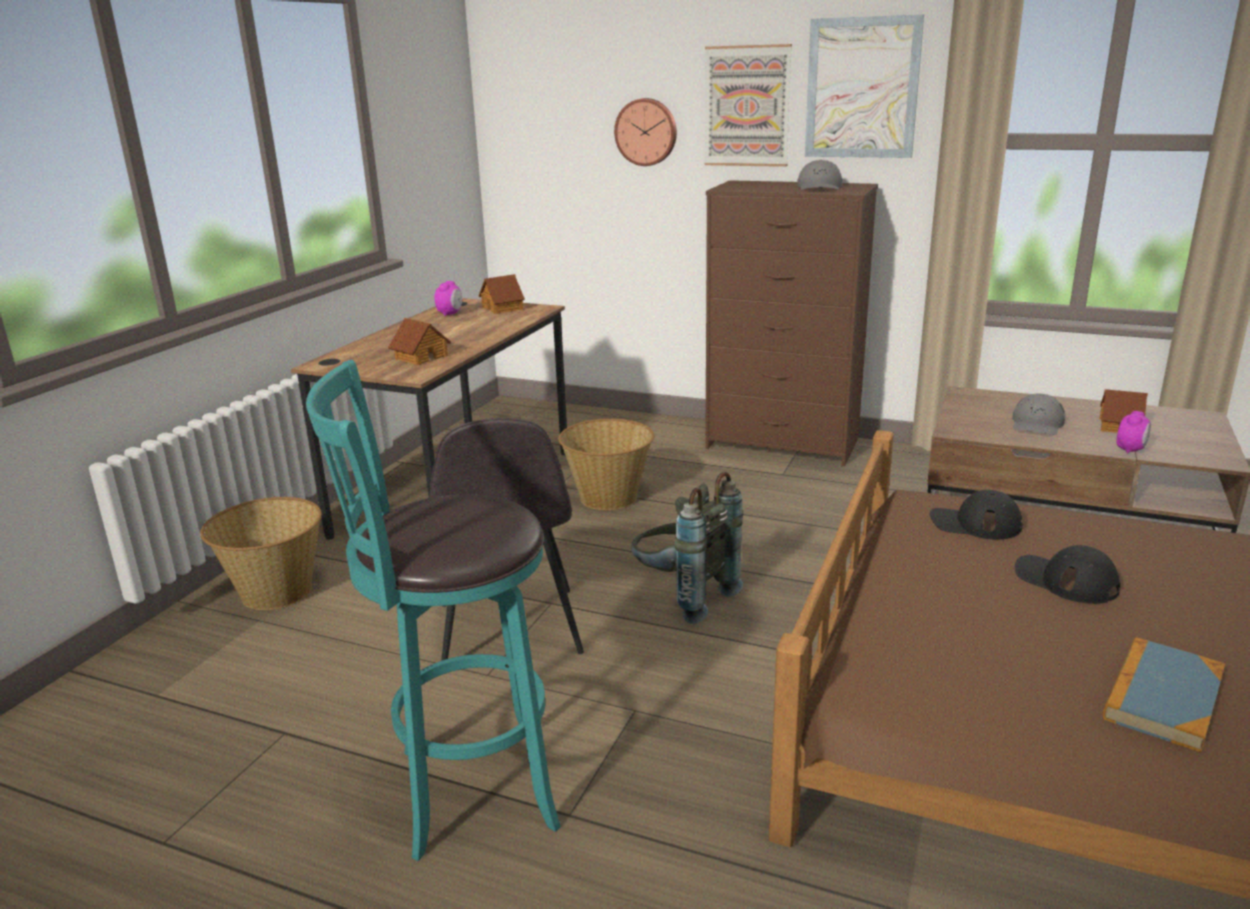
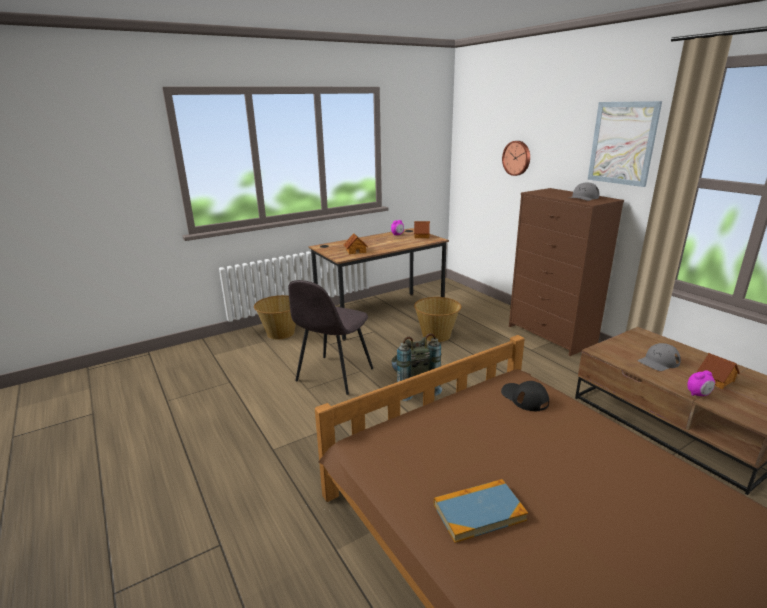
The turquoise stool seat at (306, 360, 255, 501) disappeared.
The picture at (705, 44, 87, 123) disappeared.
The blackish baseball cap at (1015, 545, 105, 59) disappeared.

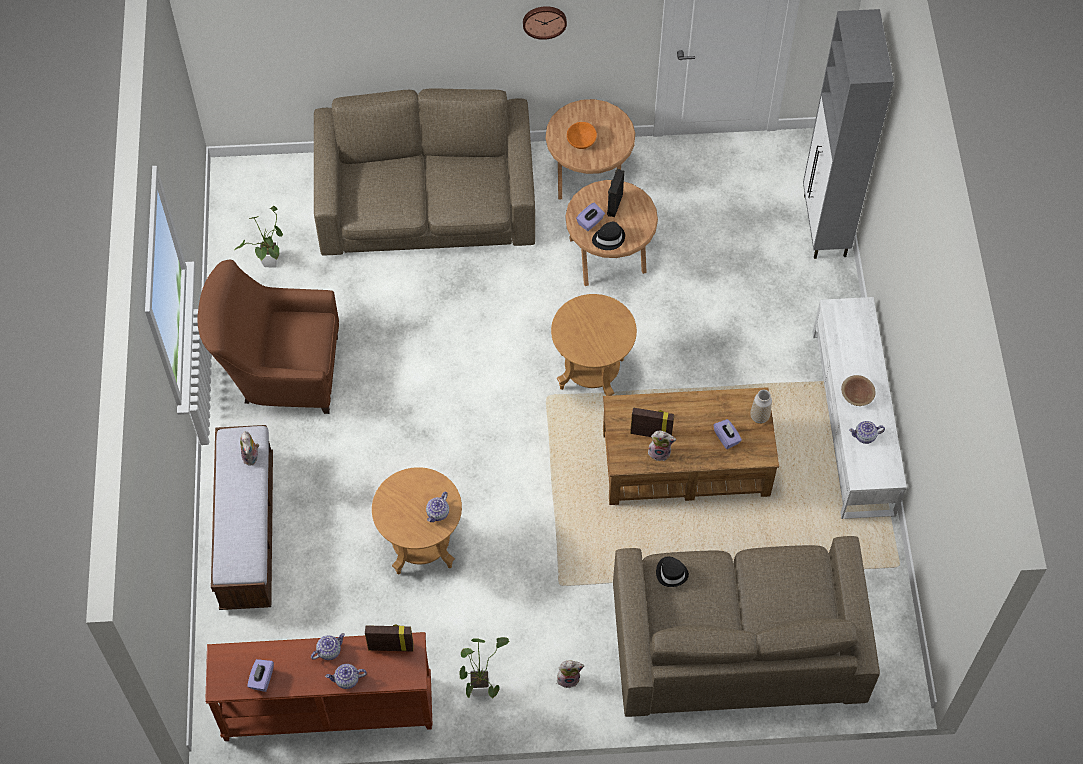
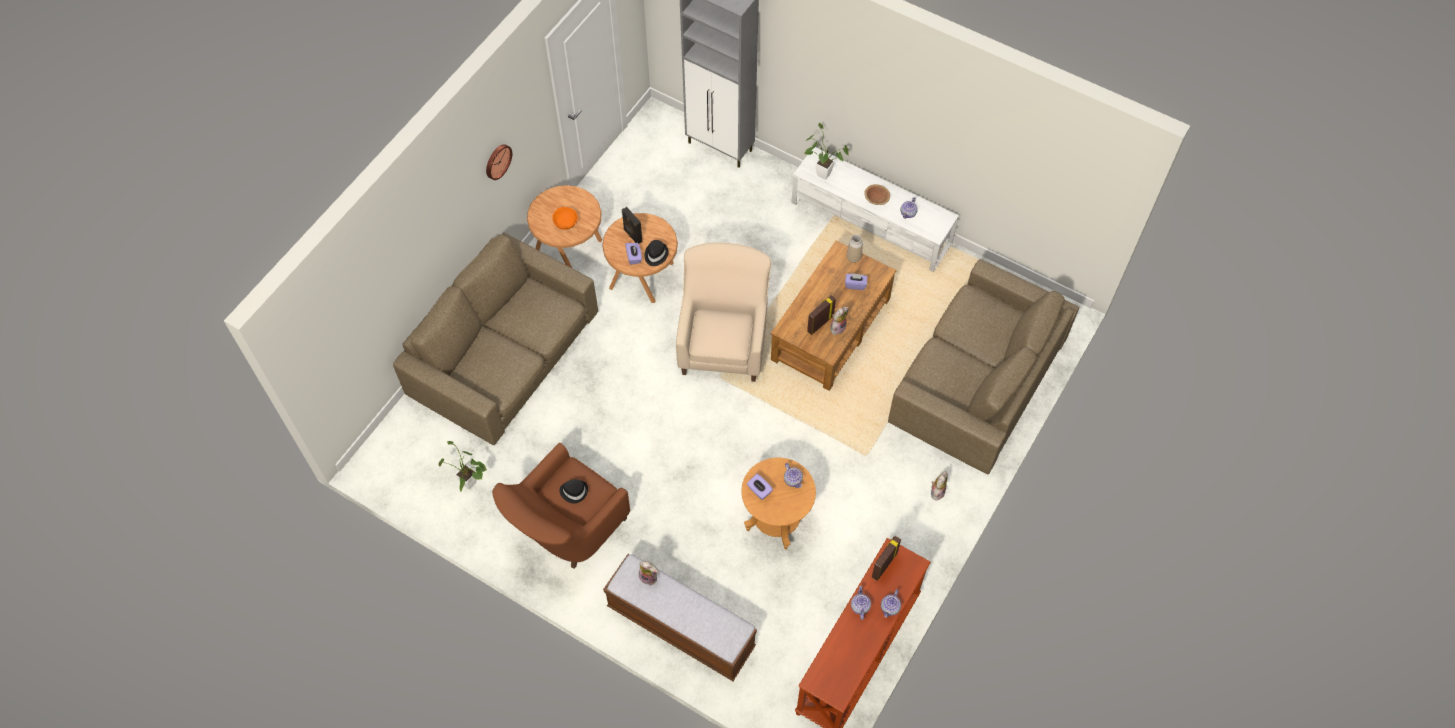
The purple box of tissues moved from (247, 659, 27, 33) to (747, 473, 26, 27).
The plant in a pot moved from (459, 637, 50, 62) to (804, 123, 45, 57).
The brownish side table at (551, 294, 86, 102) was replaced by the beige-coloured easy chair at (676, 243, 95, 139).
The blackish wearable hat moved from (656, 557, 33, 30) to (559, 479, 29, 24).

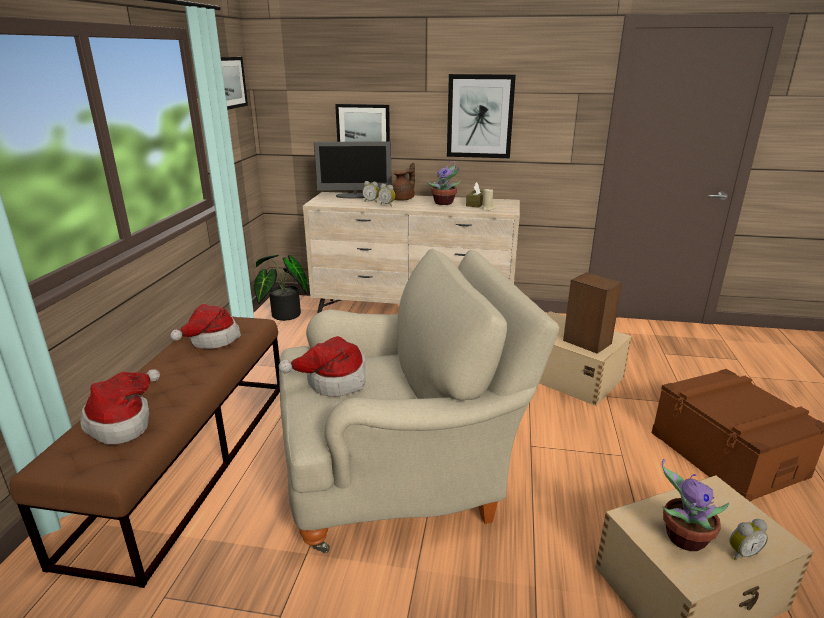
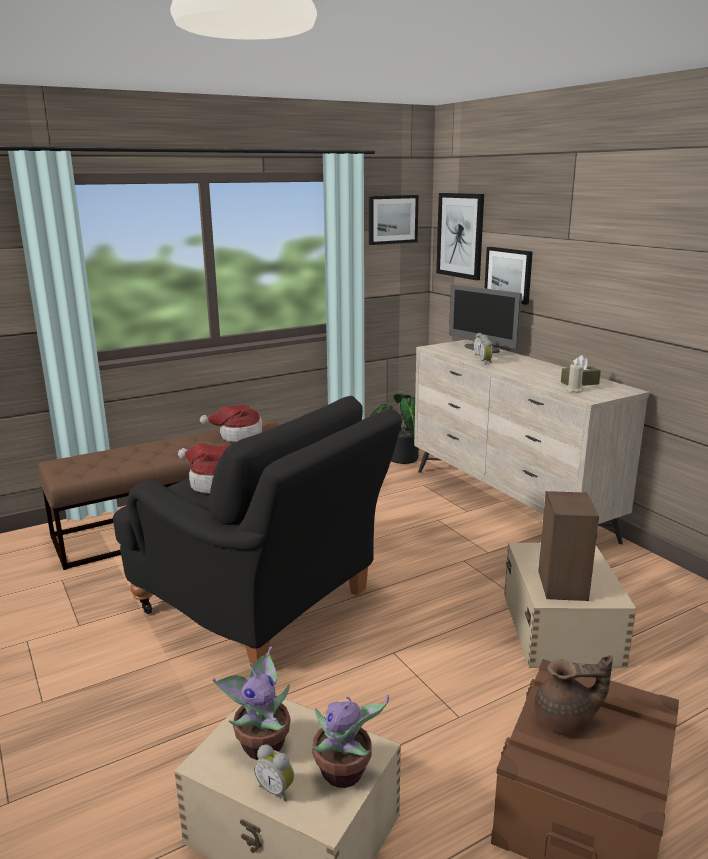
The wearable hat at (81, 369, 79, 76) disappeared.
The beige-coloured easy chair at (279, 249, 281, 304) became the blackish easy chair at (113, 396, 289, 270).
The brownish pot for tea moved from (392, 163, 23, 38) to (534, 655, 79, 79).
The plant in a pot moved from (427, 161, 34, 44) to (312, 694, 77, 94).
The picture moved from (447, 74, 69, 84) to (436, 193, 48, 87).

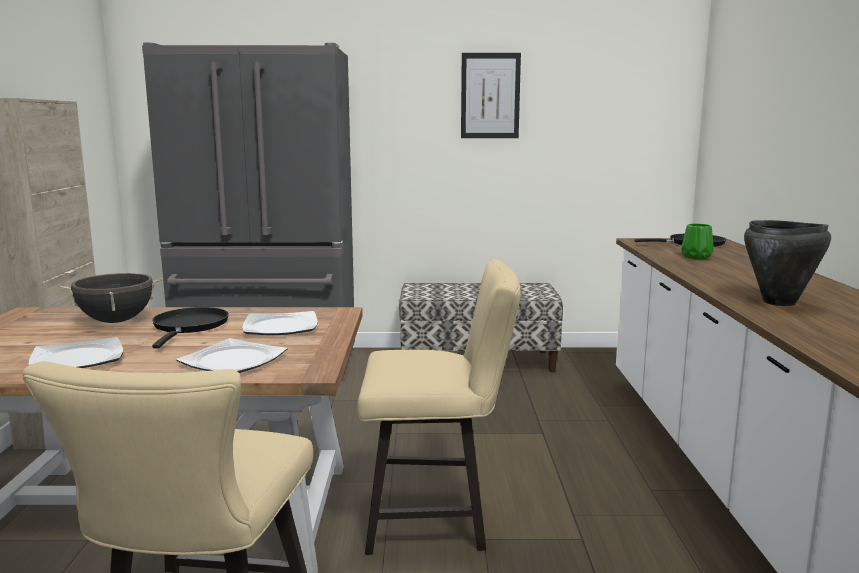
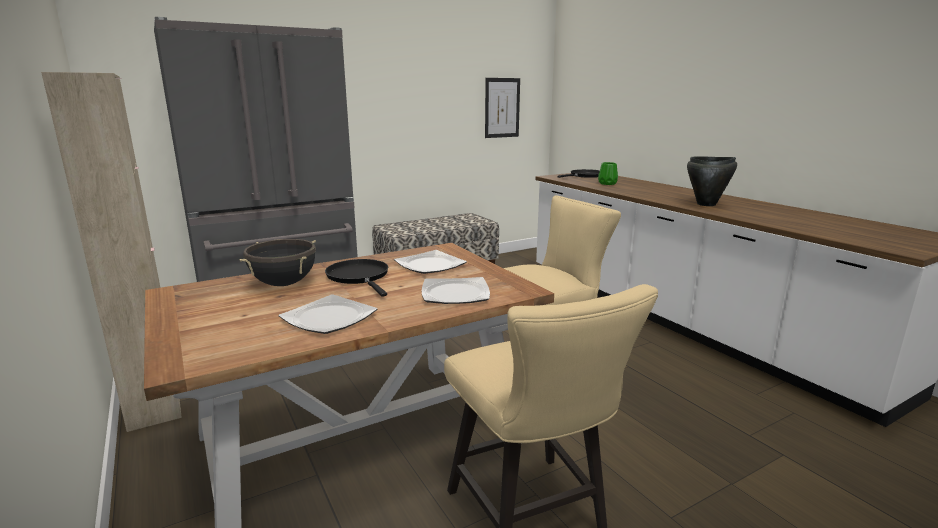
The picture moved from (461, 53, 60, 85) to (485, 78, 35, 60).

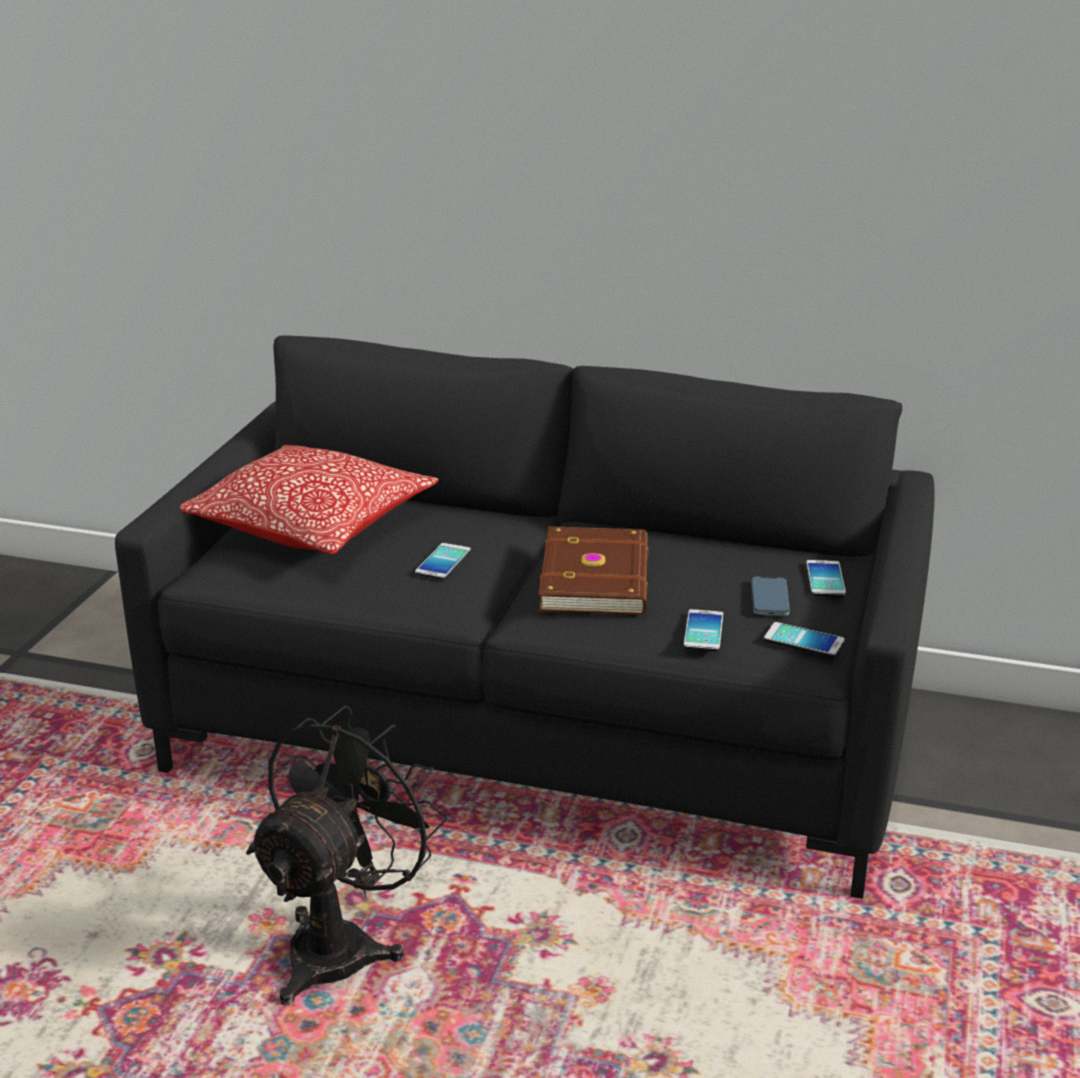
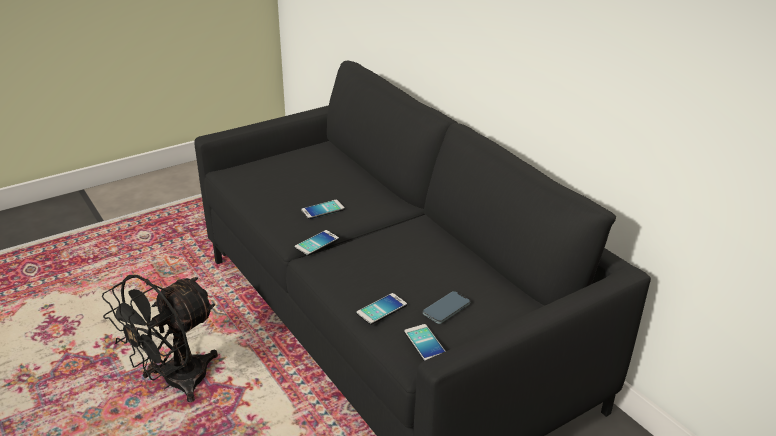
The throw pillow at (180, 445, 259, 110) disappeared.
The blackish cooling fan at (246, 706, 202, 299) turned 150 degrees clockwise.
The brownish bound book at (539, 526, 109, 89) disappeared.
The phone moved from (806, 560, 40, 37) to (295, 230, 44, 26).

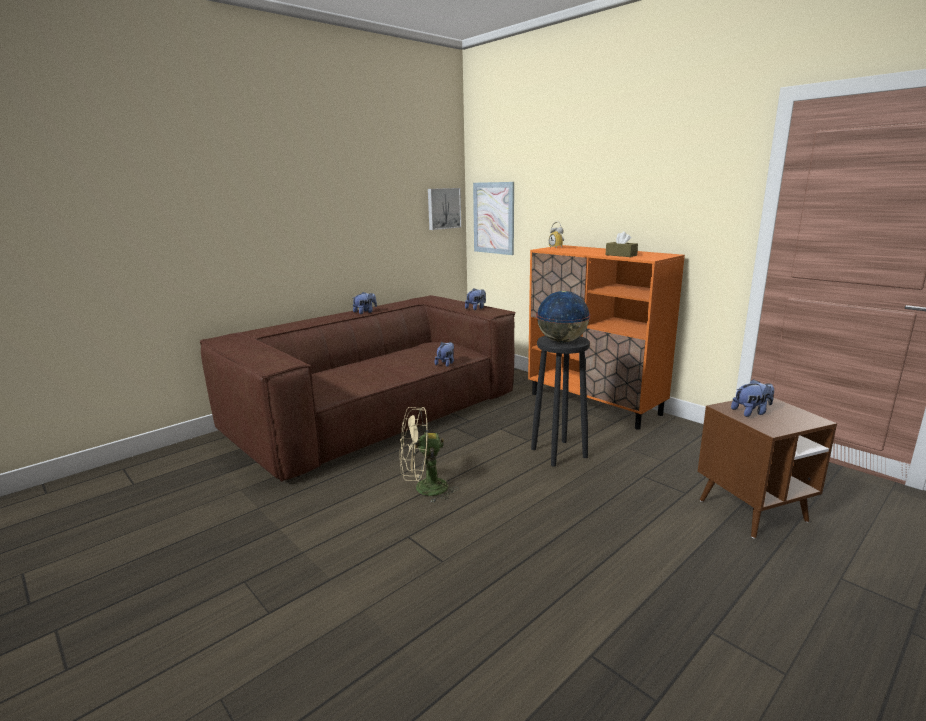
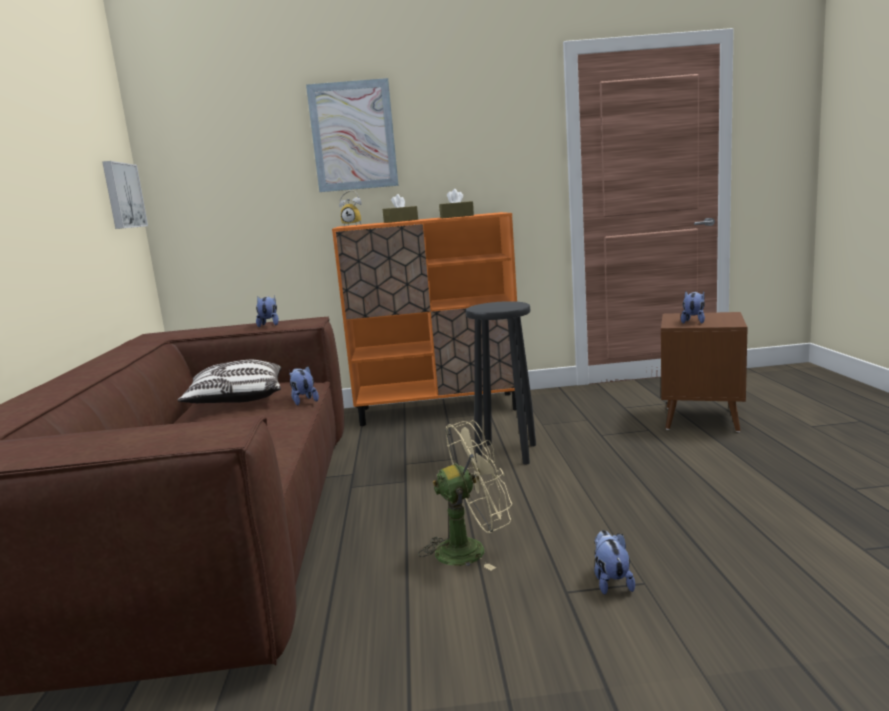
The cuddly toy moved from (353, 292, 24, 22) to (594, 530, 41, 65).
The beige-coloured cooling fan at (399, 407, 60, 96) turned 135 degrees counterclockwise.
The picture moved from (473, 182, 41, 73) to (306, 78, 93, 114).
The desk globe at (536, 291, 55, 52) disappeared.
The throw pillow at (178, 360, 103, 43) appeared.
The brownish box of tissues at (382, 194, 36, 29) appeared.

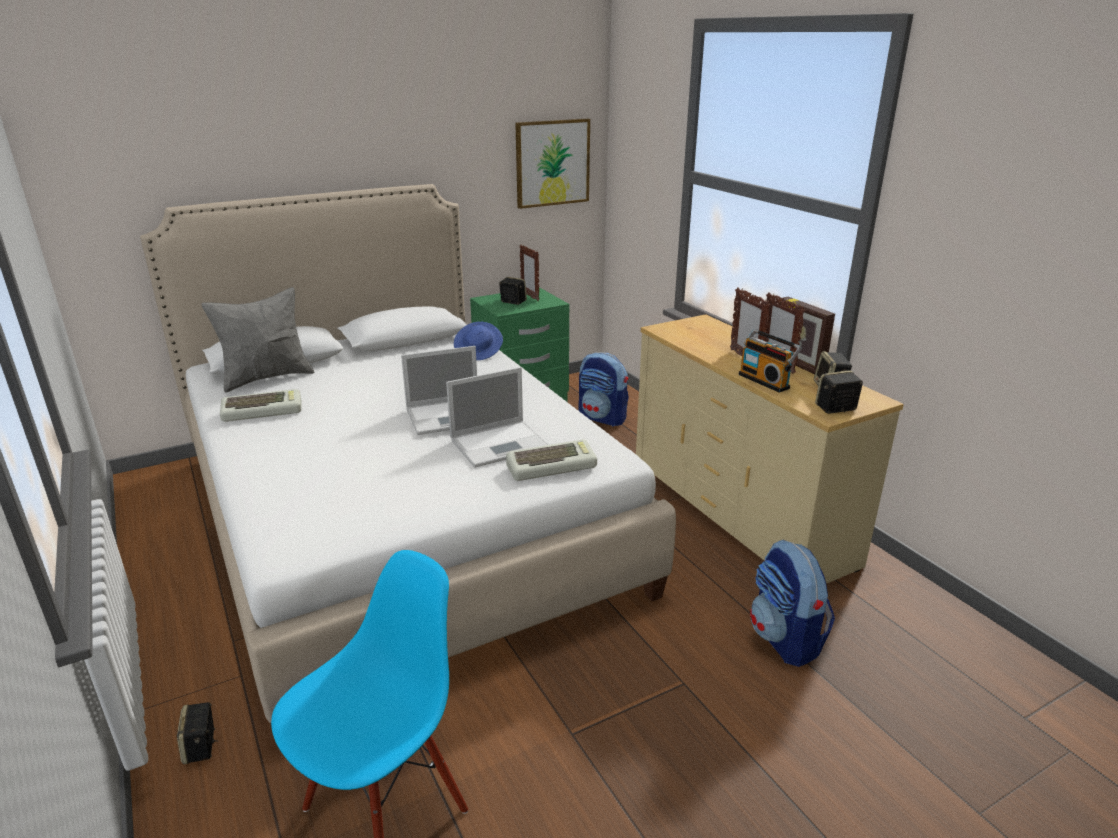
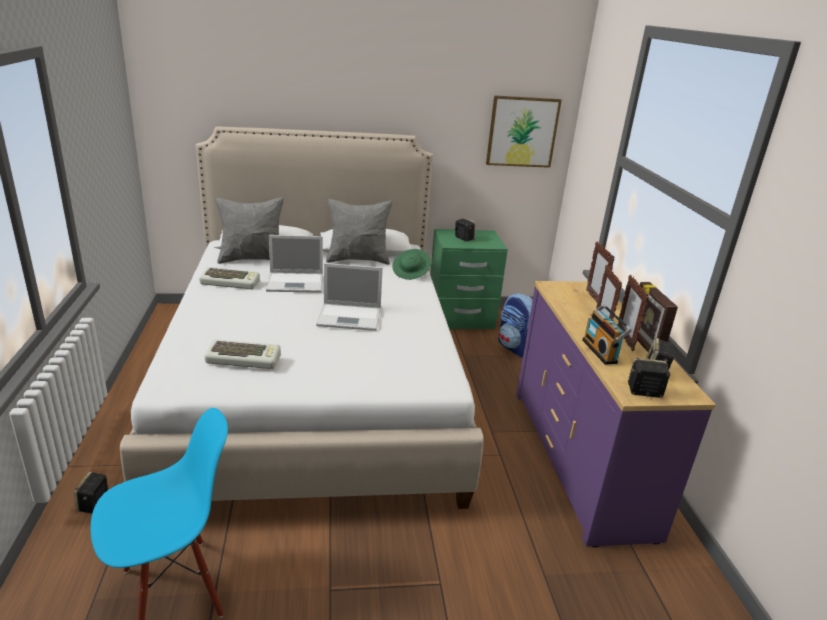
The laptop moved from (446, 367, 102, 101) to (266, 235, 57, 58).
The bluish wearable hat at (454, 322, 49, 38) became the green wearable hat at (392, 249, 39, 31).
The PC keyboard moved from (506, 439, 91, 42) to (205, 339, 76, 30).
The picture frame moved from (520, 244, 19, 57) to (586, 241, 29, 62).
The beige-coloured dresser at (636, 314, 268, 270) became the purple dresser at (516, 281, 200, 266).
The rucksack at (750, 539, 85, 128) disappeared.
The greyish throw pillow at (326, 198, 66, 67) appeared.

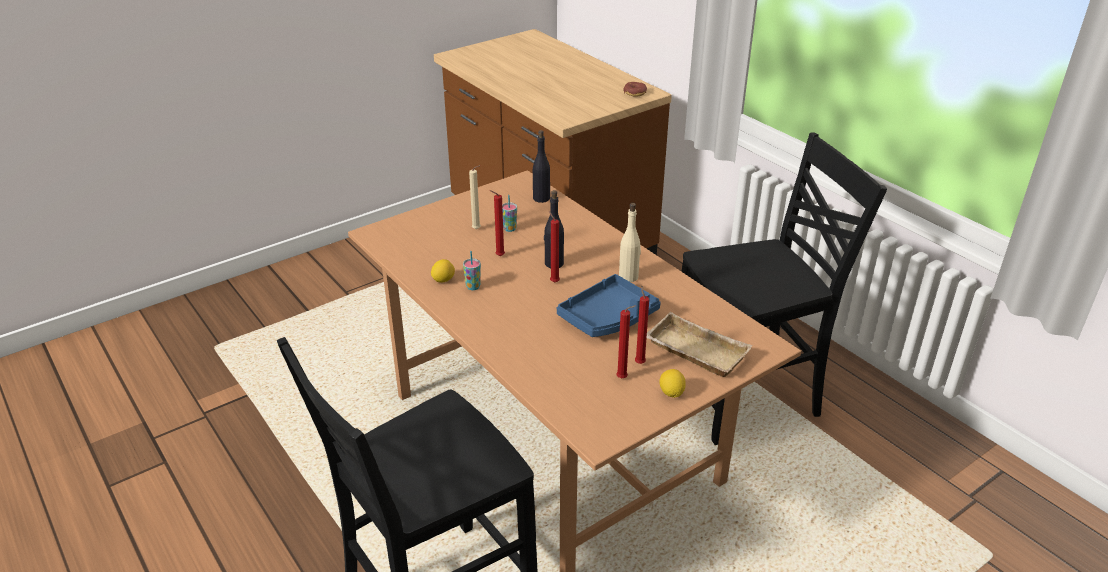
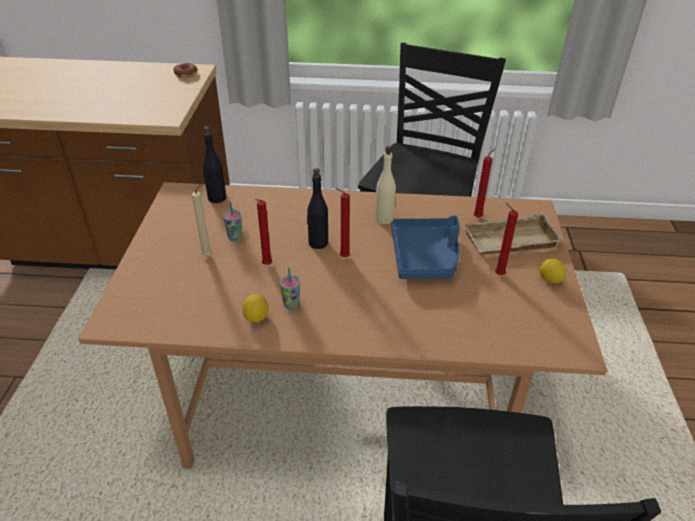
The reddish wax light moved from (616, 305, 20, 73) to (473, 148, 22, 70).

